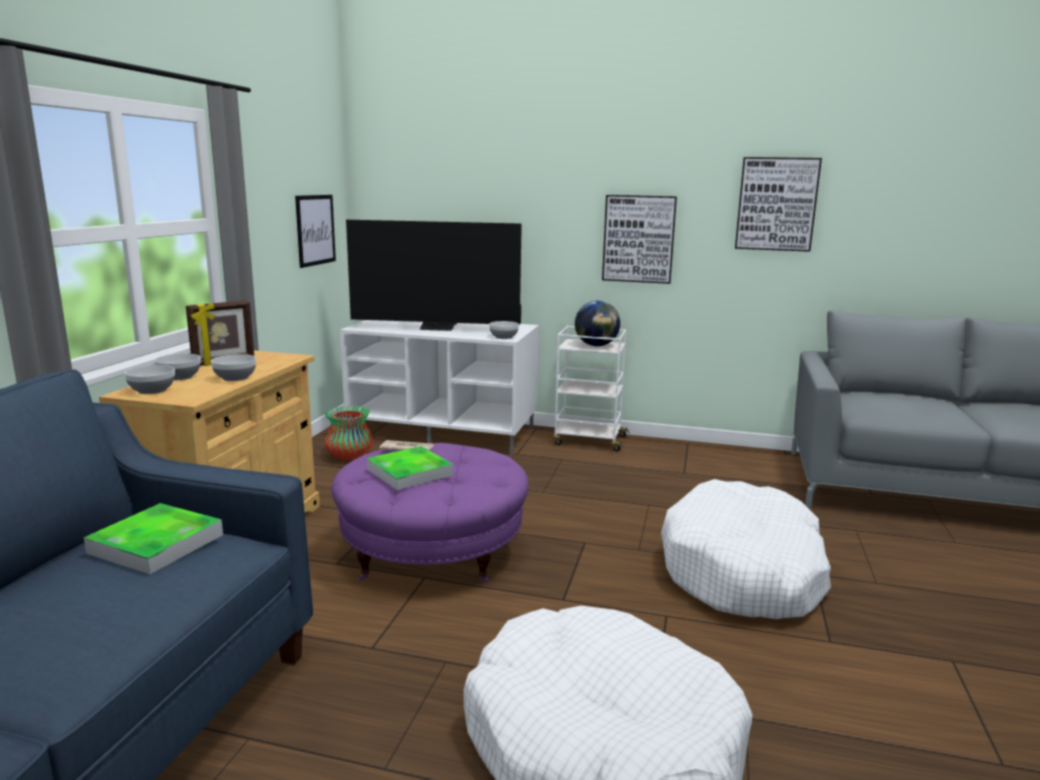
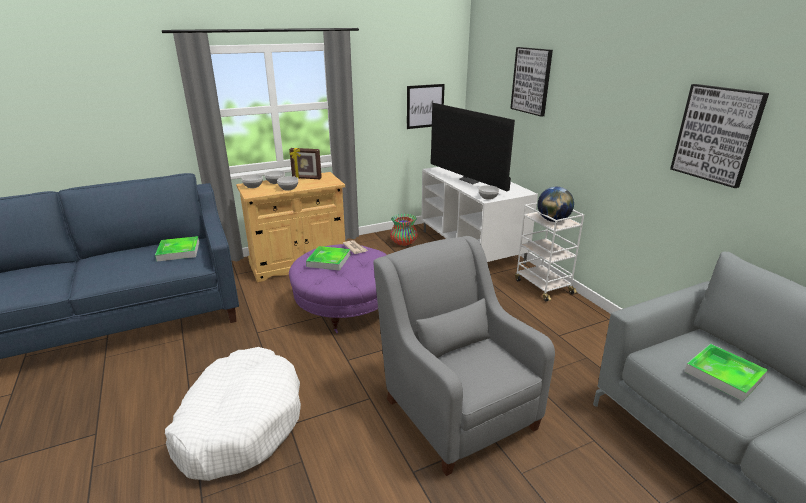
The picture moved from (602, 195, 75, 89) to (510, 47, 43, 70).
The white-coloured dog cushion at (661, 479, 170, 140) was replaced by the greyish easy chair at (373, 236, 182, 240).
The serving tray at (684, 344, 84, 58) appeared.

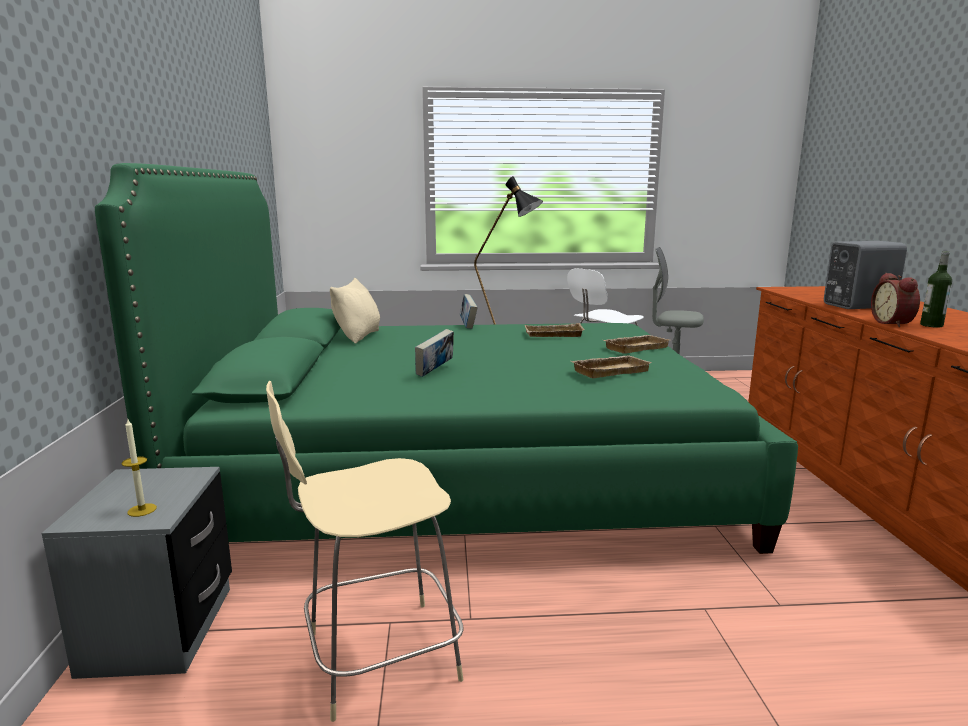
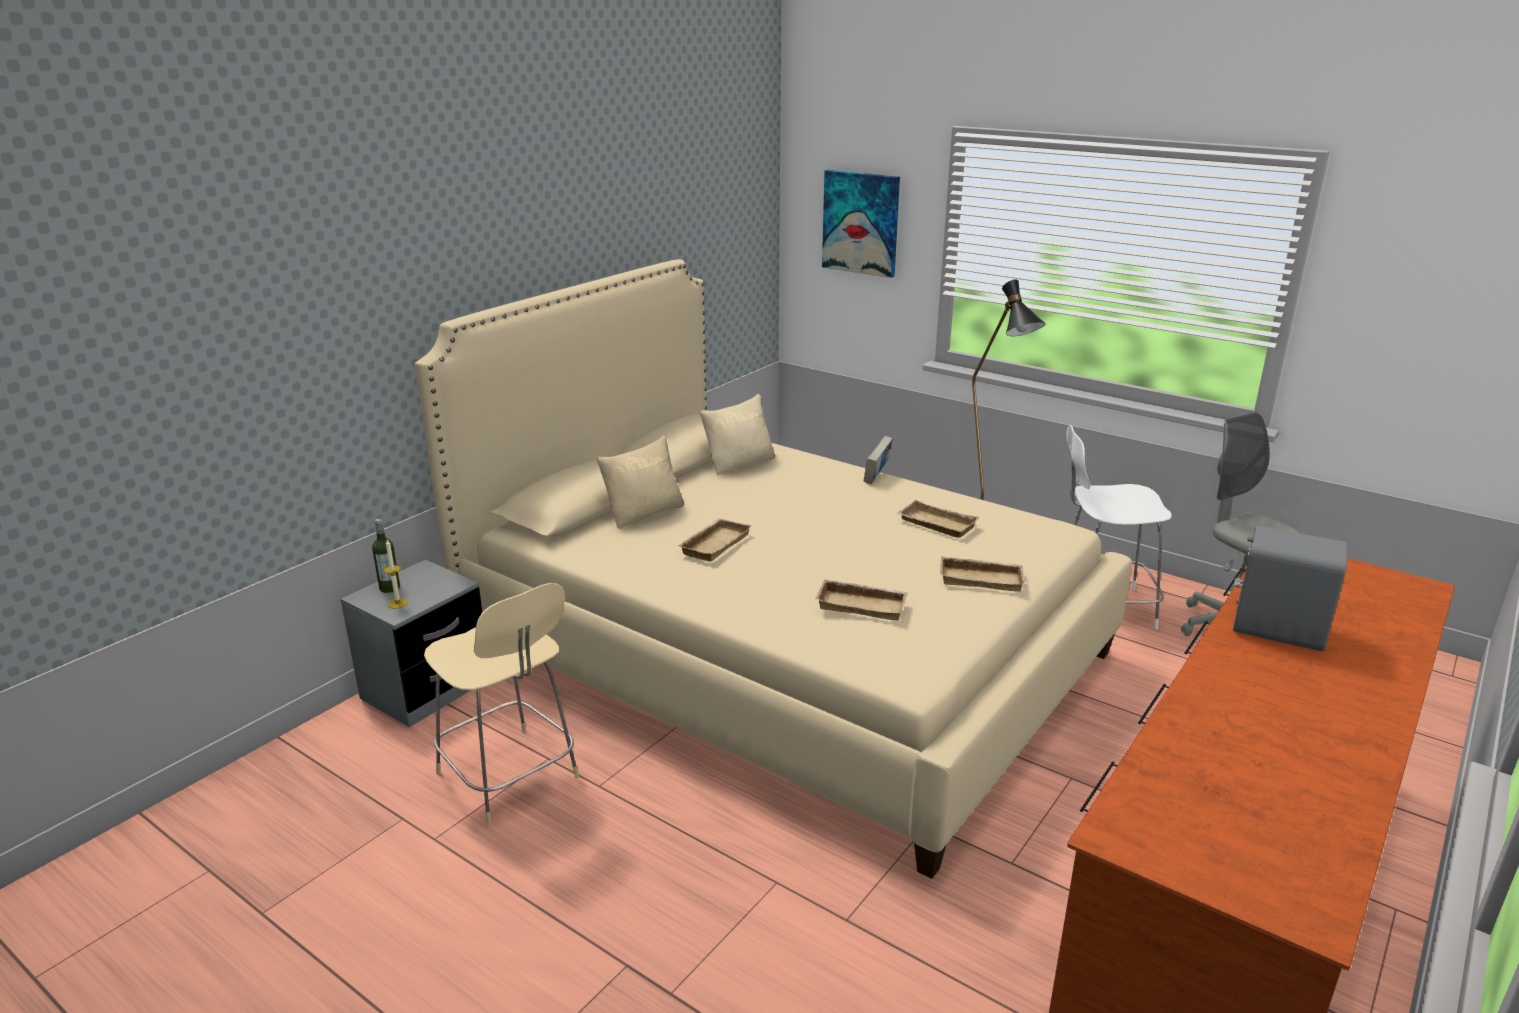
The green bedroom bed at (95, 163, 703, 391) became the beige-coloured bedroom bed at (415, 259, 717, 620).
The beige-coloured upright chair at (266, 381, 197, 341) turned 150 degrees counterclockwise.
The bound book at (415, 329, 39, 48) was replaced by the beige-coloured serving tray at (677, 518, 74, 44).
The alarm clock at (871, 273, 49, 54) disappeared.
The bottle moved from (920, 251, 32, 77) to (372, 518, 28, 75).
The beige-coloured throw pillow at (597, 436, 87, 93) appeared.
The picture at (822, 170, 78, 108) appeared.

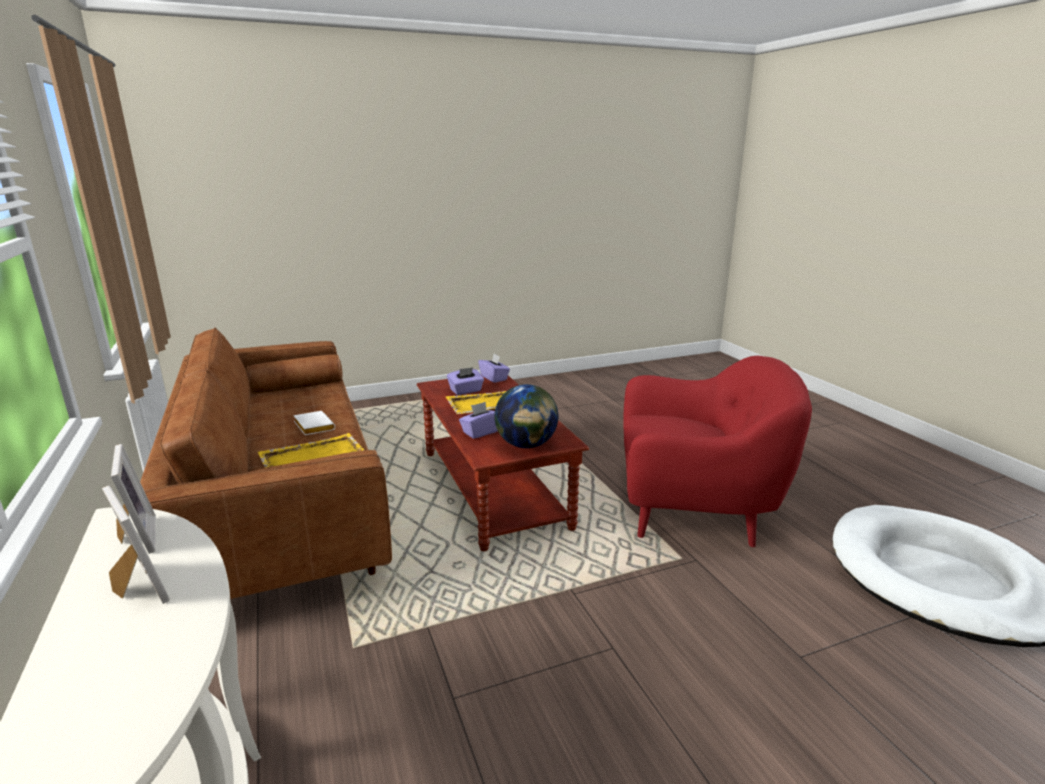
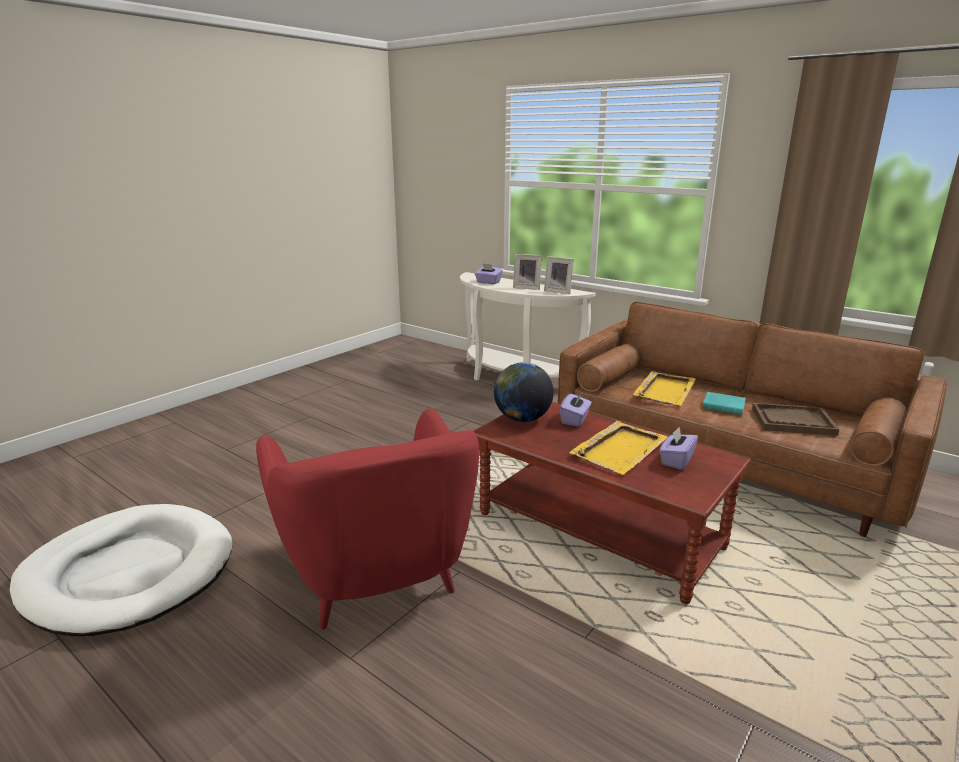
The white-coloured bound book at (293, 411, 42, 24) became the turquoise bound book at (702, 392, 44, 23).
The purple box of tissues moved from (478, 354, 32, 29) to (475, 264, 27, 20).
The reddish easy chair at (623, 355, 189, 192) turned 90 degrees counterclockwise.
The brownish serving tray at (752, 403, 87, 33) appeared.

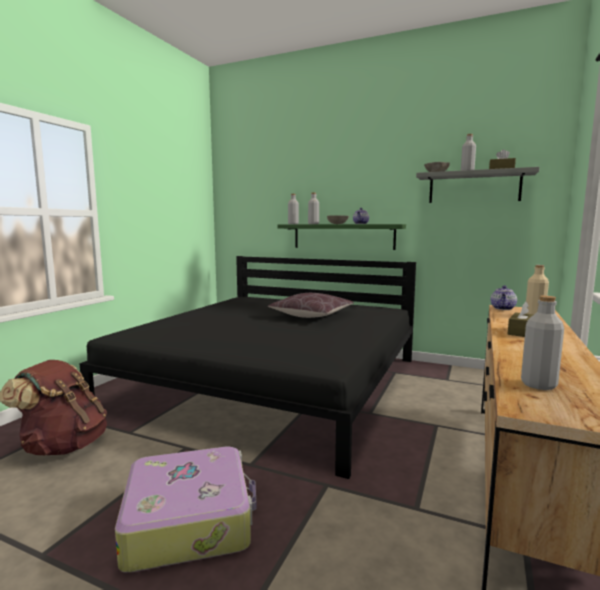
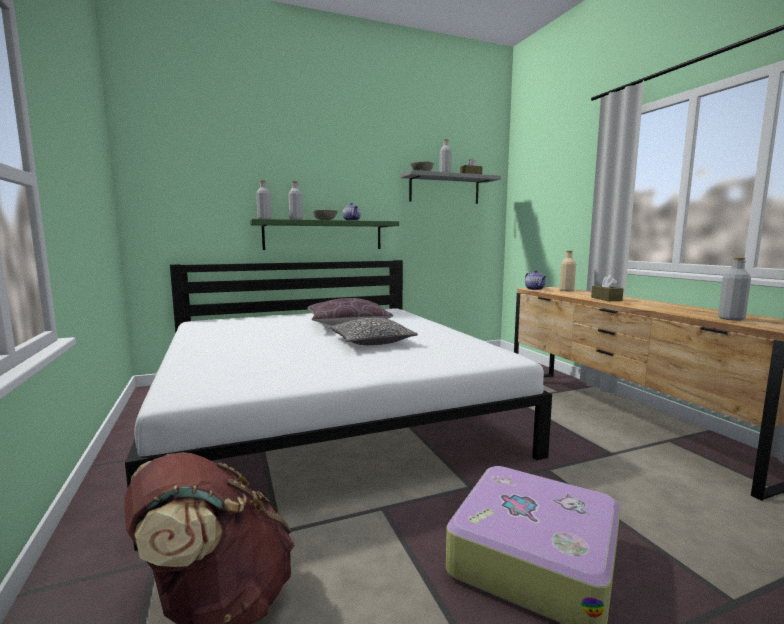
The blackish bedroom bed at (79, 256, 337, 223) became the white-coloured bedroom bed at (125, 260, 427, 291).
The throw pillow at (329, 318, 89, 27) appeared.

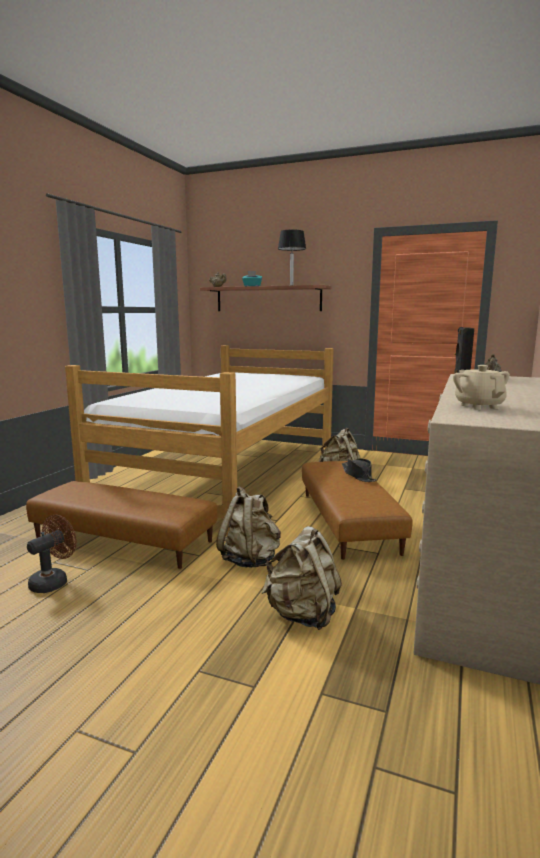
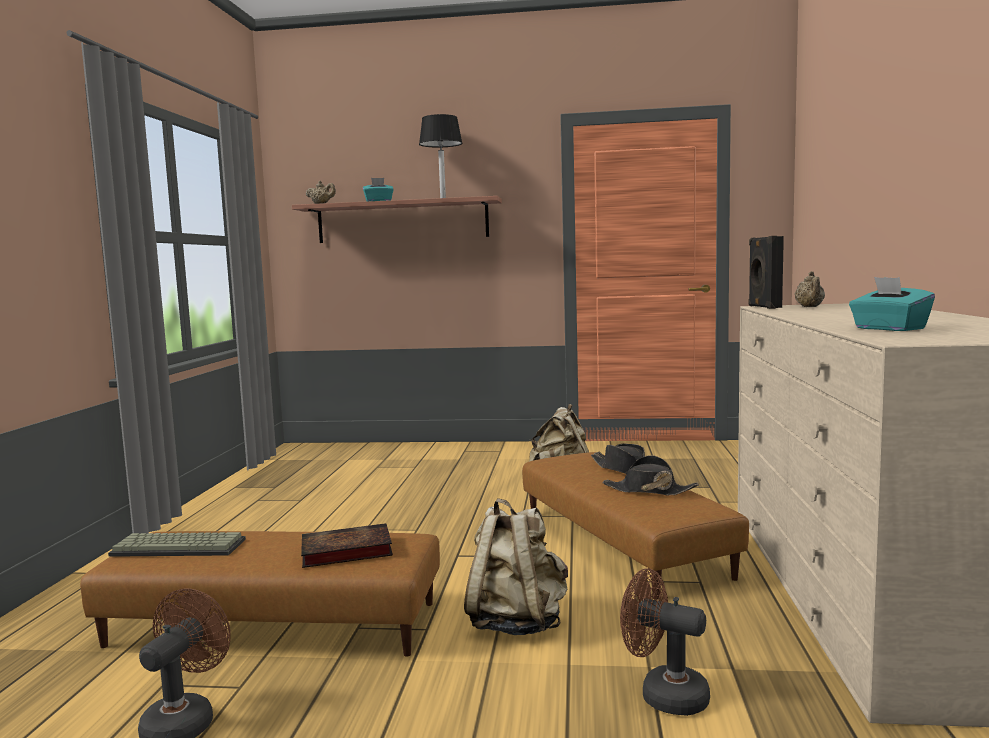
The bedroom bed at (65, 345, 269, 191) disappeared.
The beige-coloured rucksack at (262, 526, 80, 104) was replaced by the brownish cooling fan at (620, 568, 90, 148).
The beige-coloured pot for tea at (453, 365, 57, 45) was replaced by the turquoise box of tissues at (849, 277, 86, 54).
The PC keyboard at (108, 532, 138, 25) appeared.
The bound book at (301, 523, 92, 45) appeared.
The blackish wearable hat at (603, 455, 96, 40) appeared.

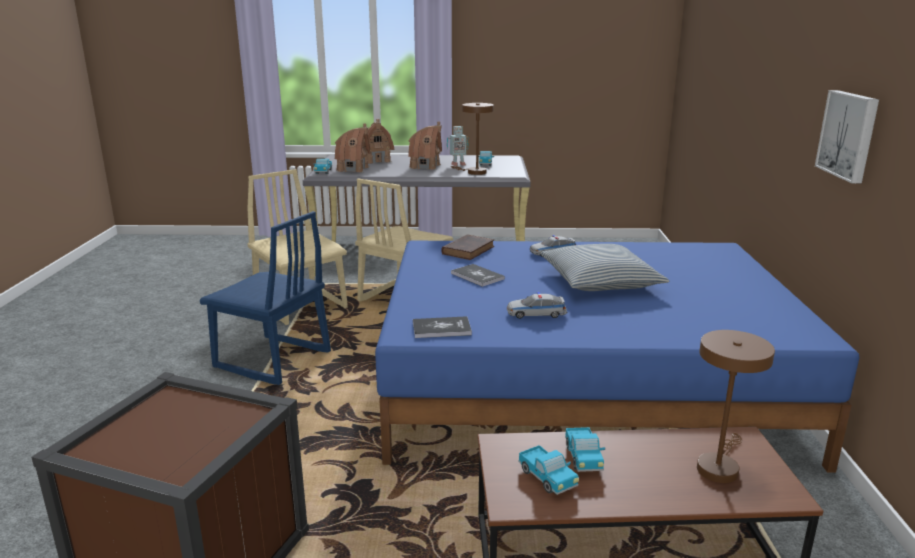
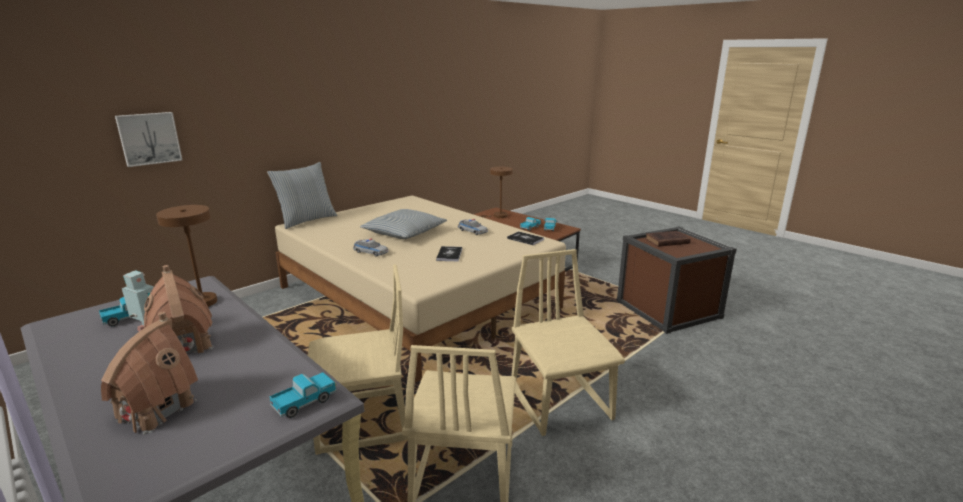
The bluish upright chair at (200, 211, 131, 174) became the beige-coloured upright chair at (511, 249, 114, 187).
The miniature house at (335, 124, 36, 48) disappeared.
The bluish bedroom bed at (375, 241, 484, 232) became the beige-coloured bedroom bed at (275, 196, 291, 187).
The brownish bound book moved from (441, 234, 53, 26) to (645, 231, 45, 16).
The picture moved from (815, 90, 64, 93) to (115, 112, 67, 55).
The throw pillow at (267, 162, 70, 67) appeared.

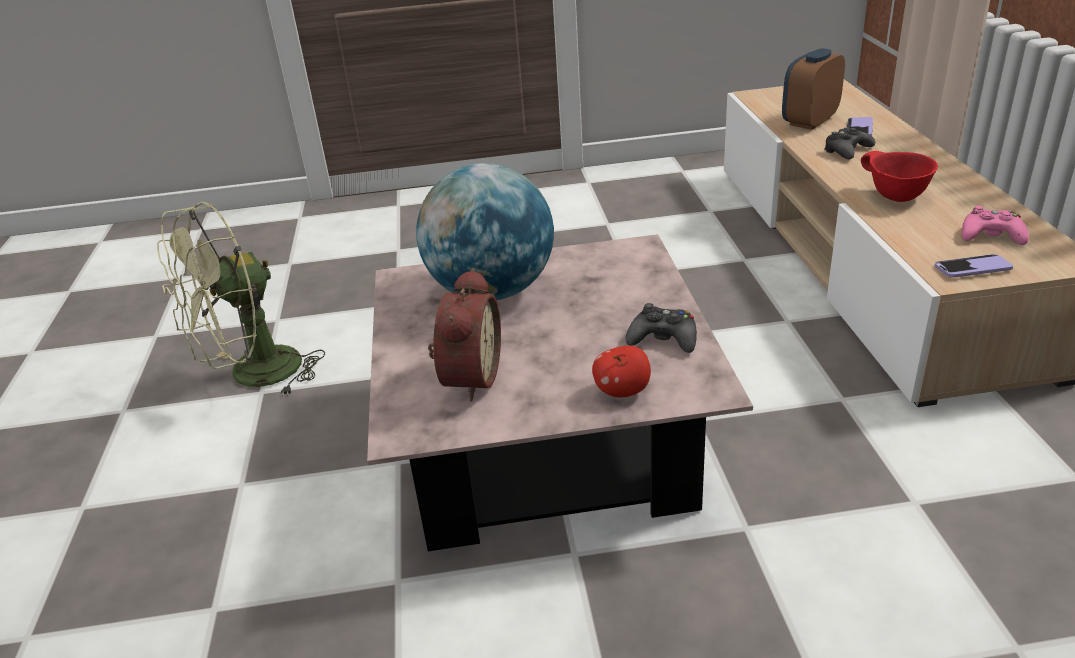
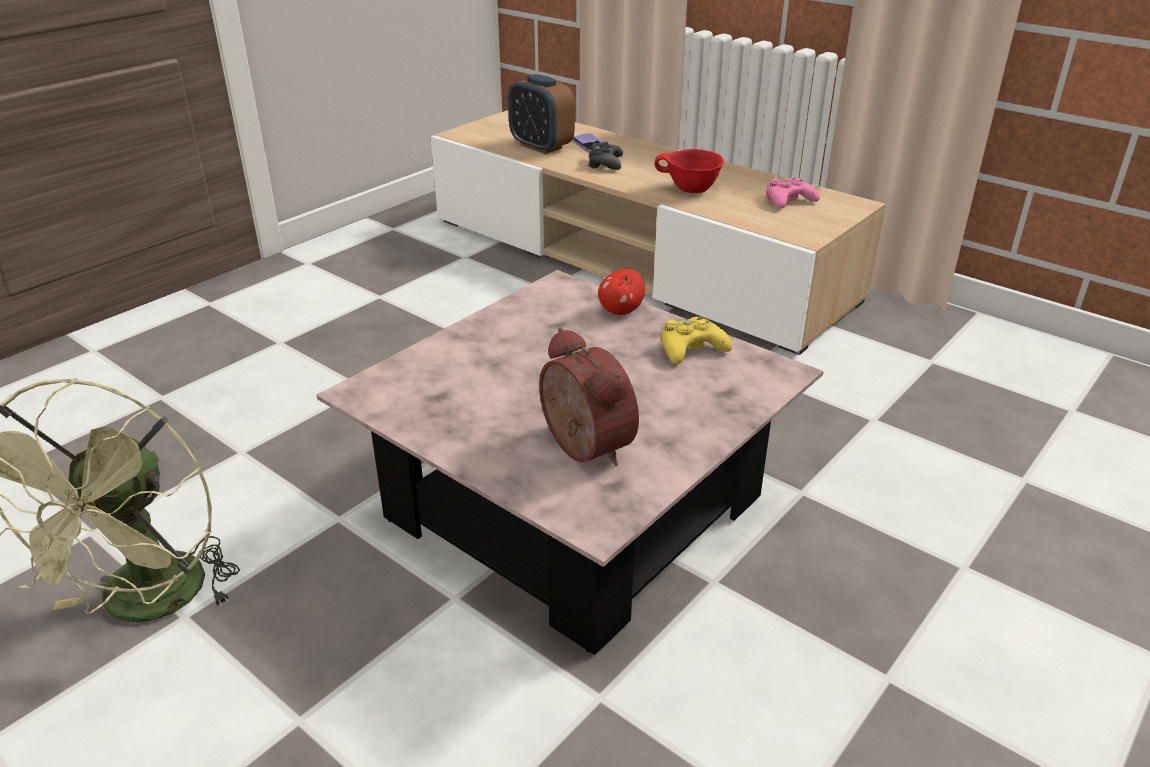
The desk globe at (416, 163, 138, 137) disappeared.
The whole apple moved from (592, 346, 59, 51) to (598, 269, 47, 46).
The blackish game controller at (626, 303, 71, 50) became the yellow game controller at (660, 316, 72, 48).
The alarm clock at (782, 48, 63, 82) turned 45 degrees counterclockwise.
The phone at (935, 254, 78, 24) disappeared.

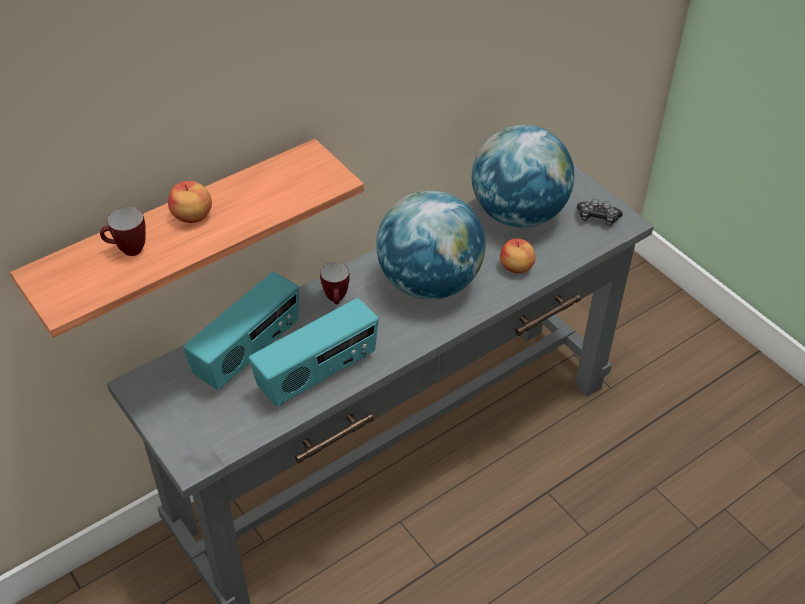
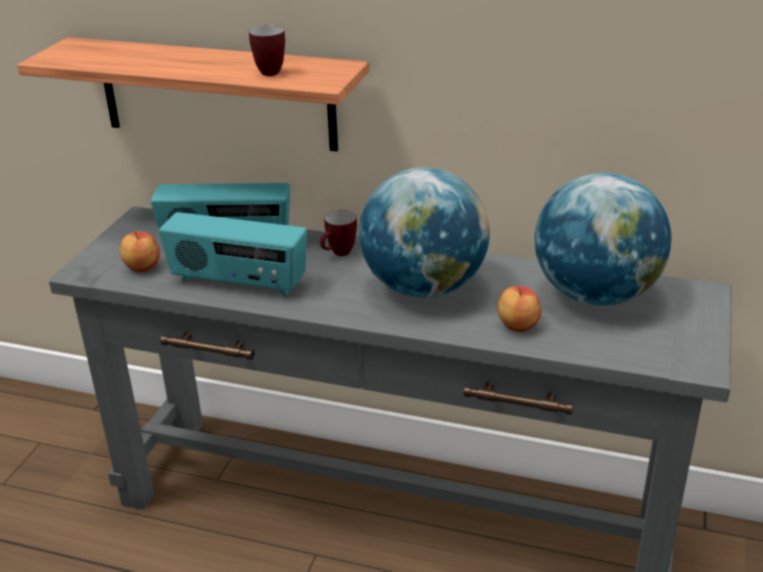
The tea mug moved from (100, 207, 46, 49) to (249, 25, 36, 51).
The whole apple moved from (168, 181, 44, 42) to (120, 231, 40, 41).
The game controller at (577, 199, 46, 27) disappeared.

